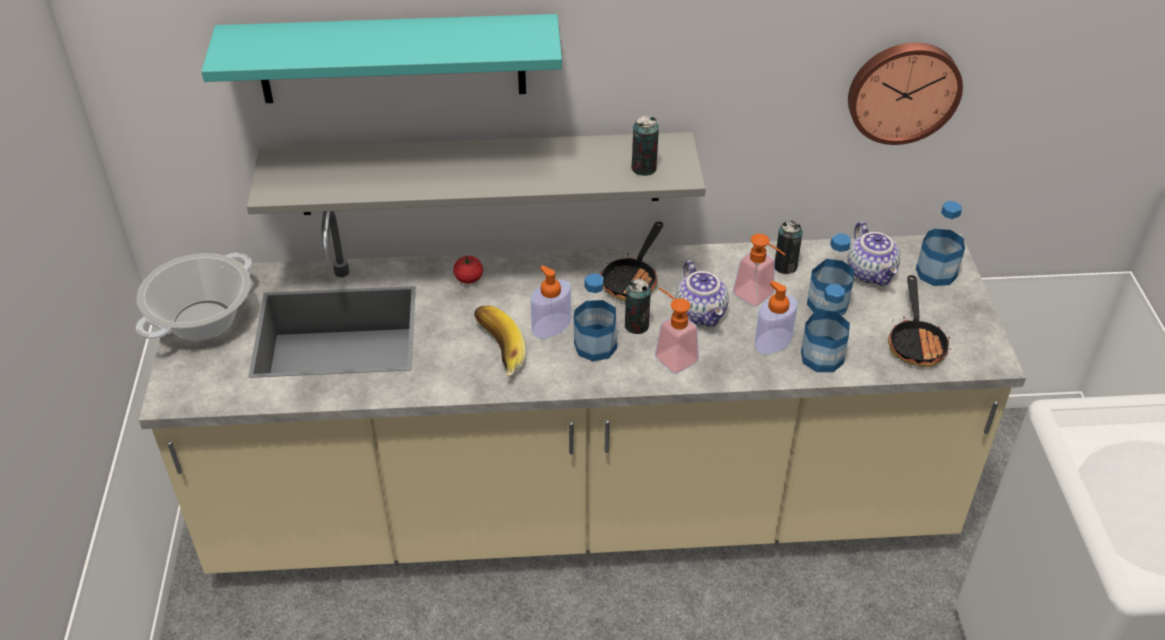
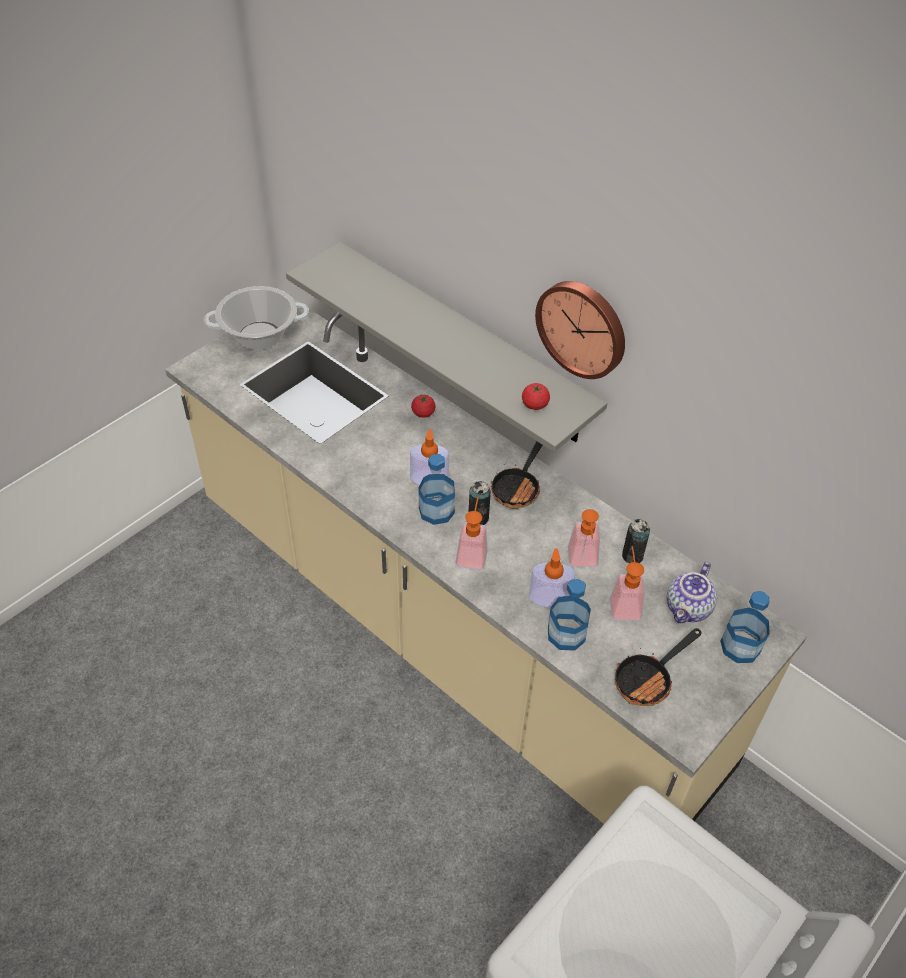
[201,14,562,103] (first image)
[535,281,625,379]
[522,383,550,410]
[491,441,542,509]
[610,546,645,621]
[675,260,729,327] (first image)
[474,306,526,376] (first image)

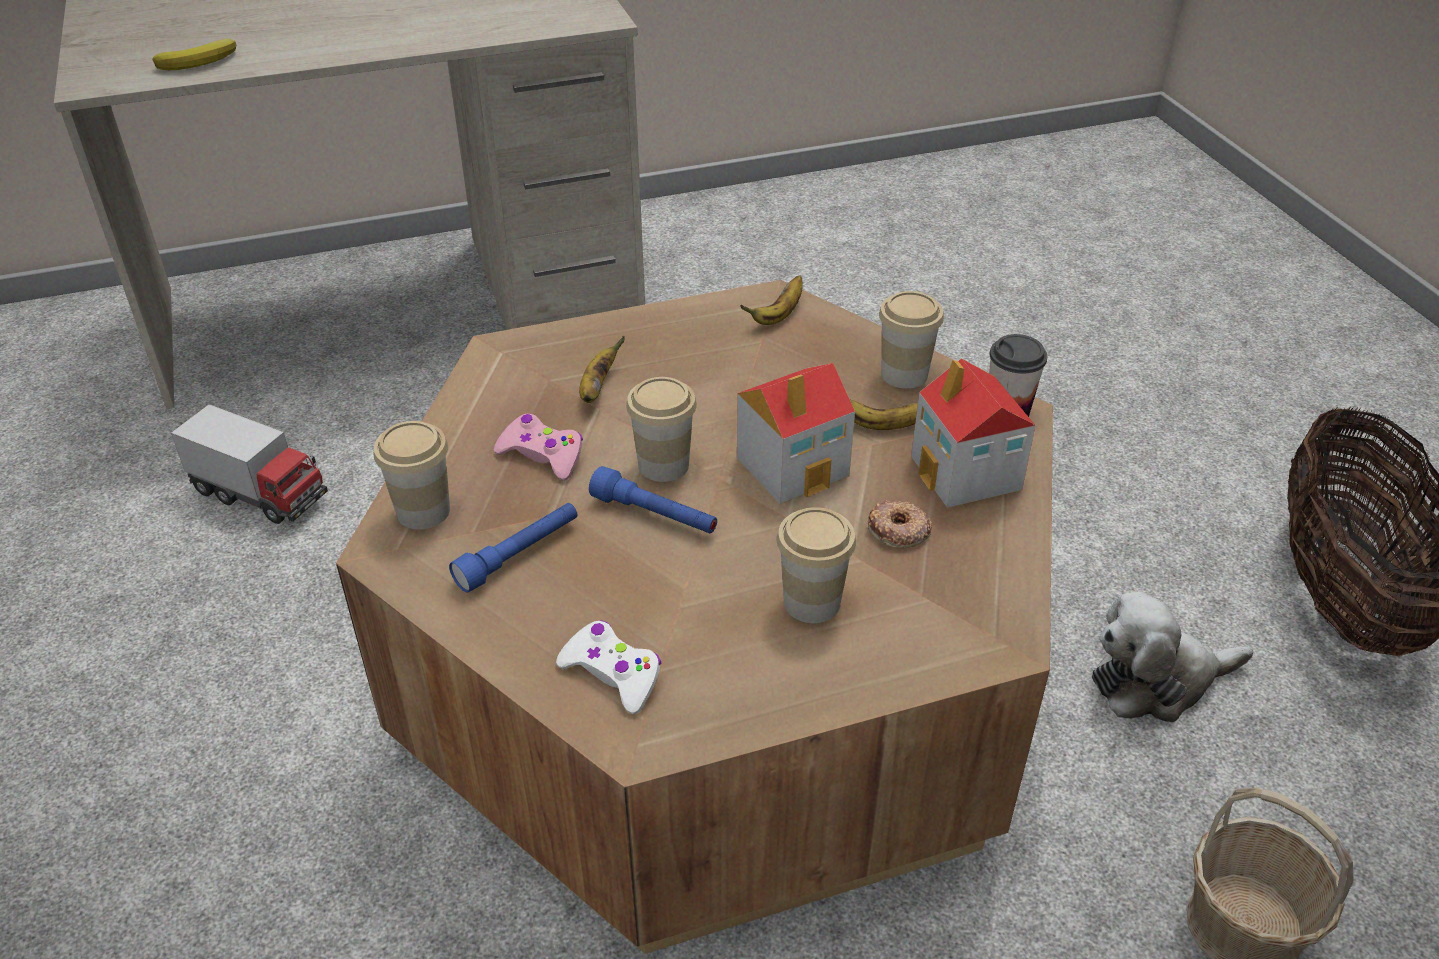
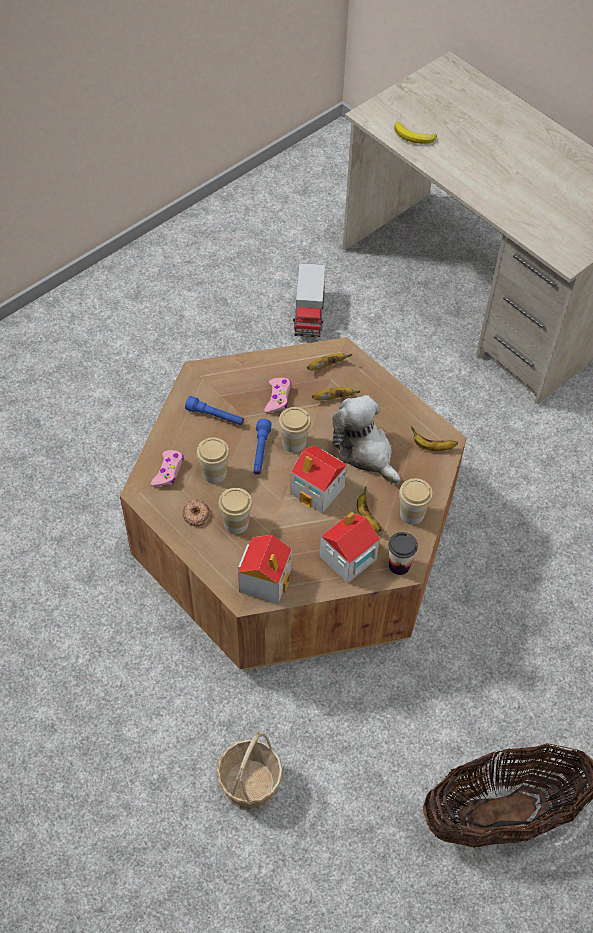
[196,437,230,483]
[182,499,209,527]
[332,395,400,484]
[151,450,184,487]
[307,353,352,370]
[238,535,292,604]

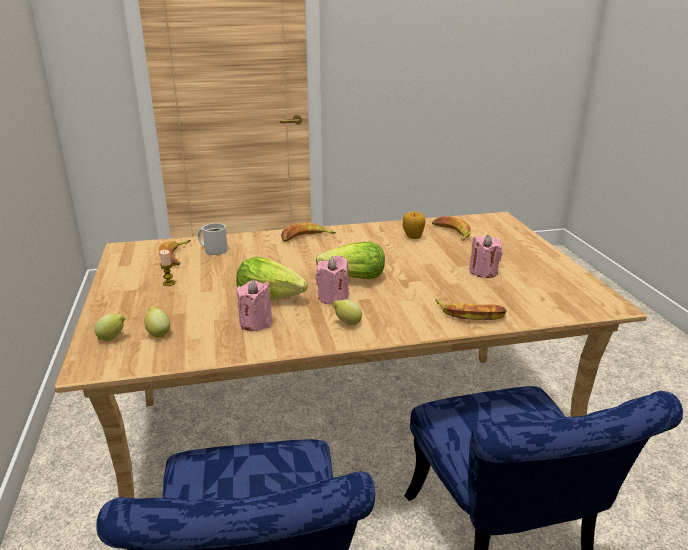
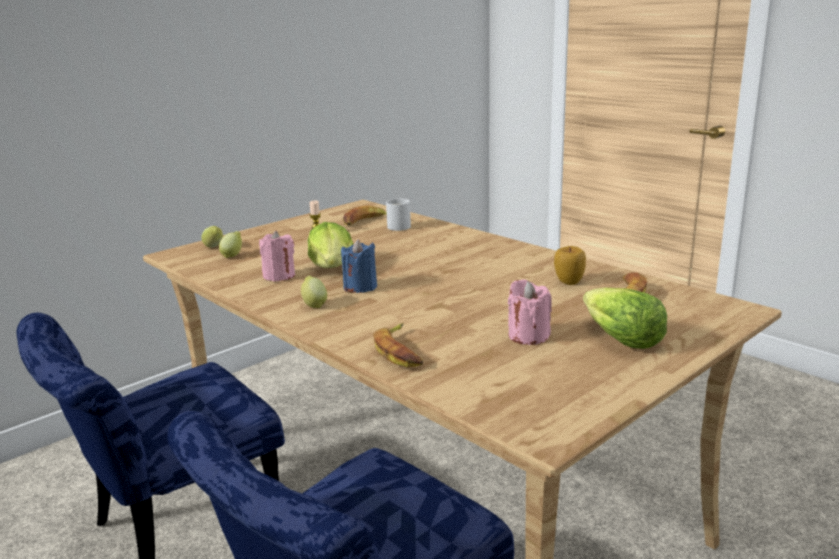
[281,223,336,242] (first image)
[583,287,667,349]
[341,239,377,293]

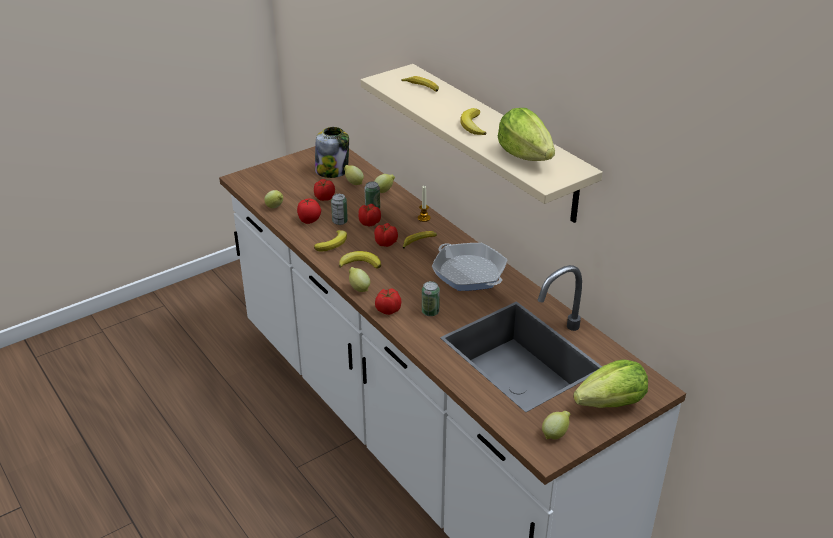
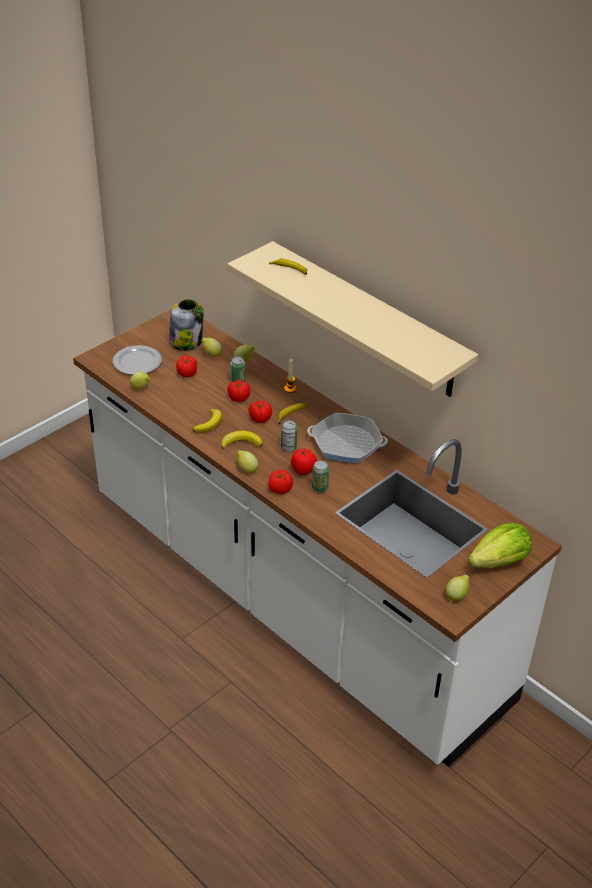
[460,108,486,135] (first image)
[498,108,555,161] (first image)
[281,421,297,452]
[291,449,317,475]
[307,413,388,463]
[113,345,162,375]

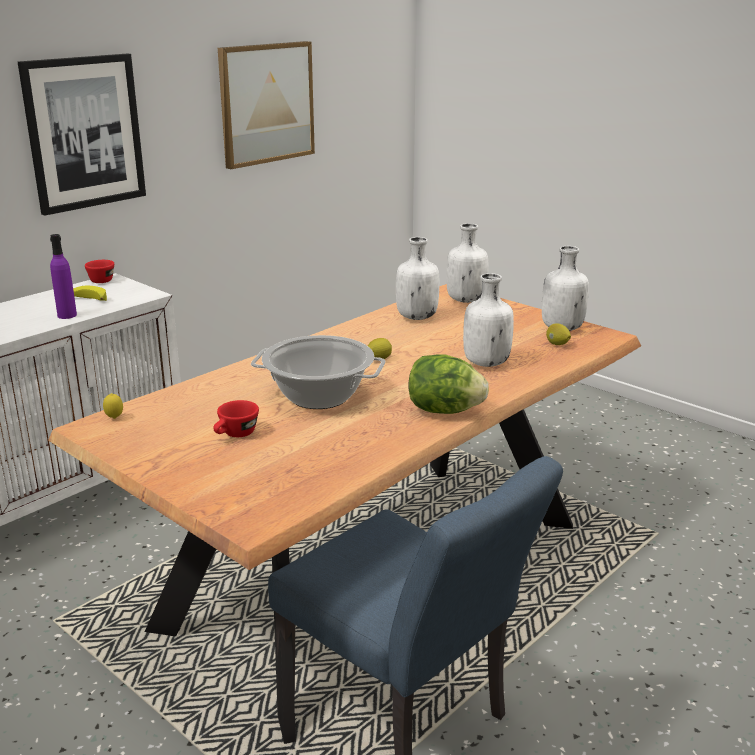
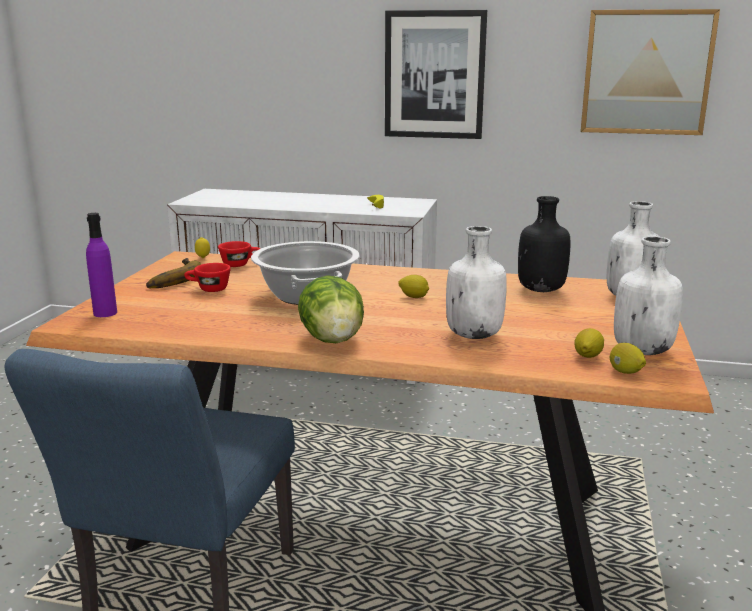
[86,213,117,317]
[518,196,570,292]
[218,241,260,267]
[146,258,201,288]
[610,343,646,374]

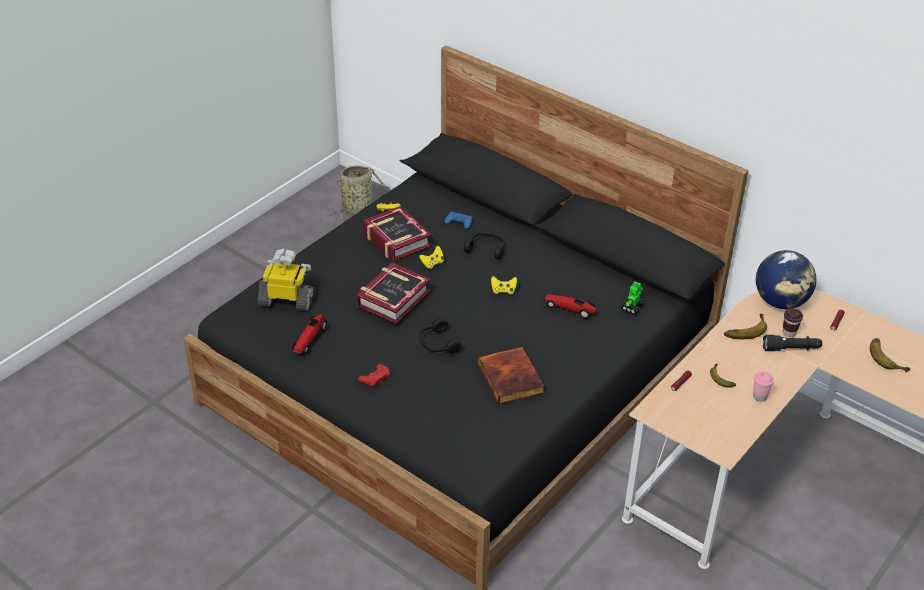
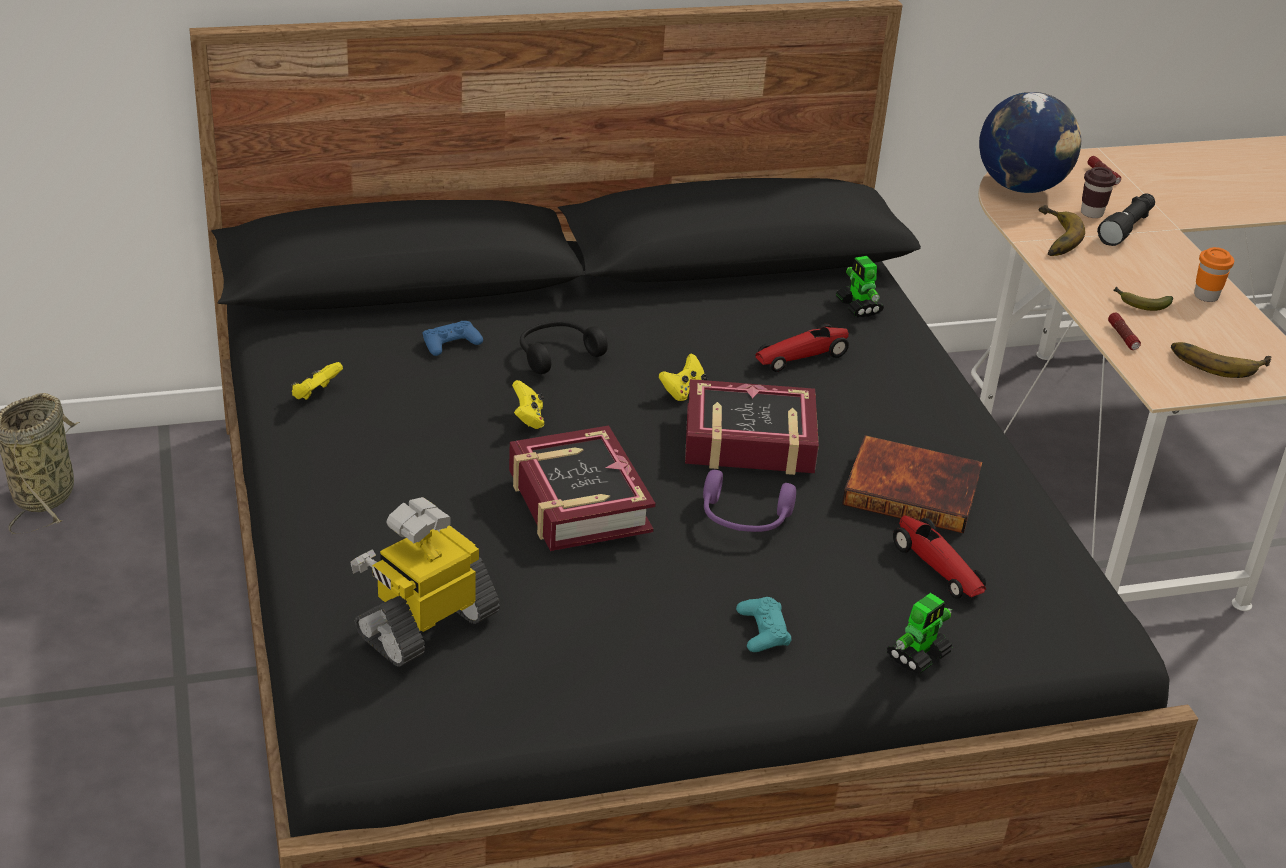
[685,379,819,475]
[893,515,986,599]
[703,470,796,532]
[1171,342,1271,378]
[736,597,791,652]
[1194,247,1234,302]
[887,593,953,674]

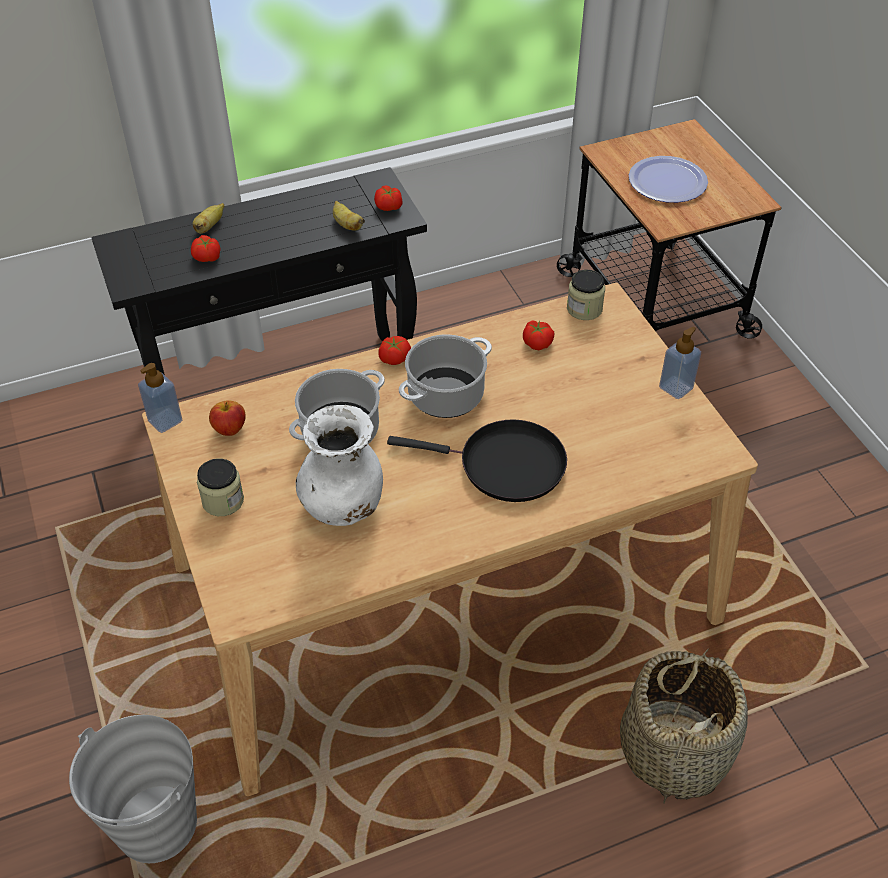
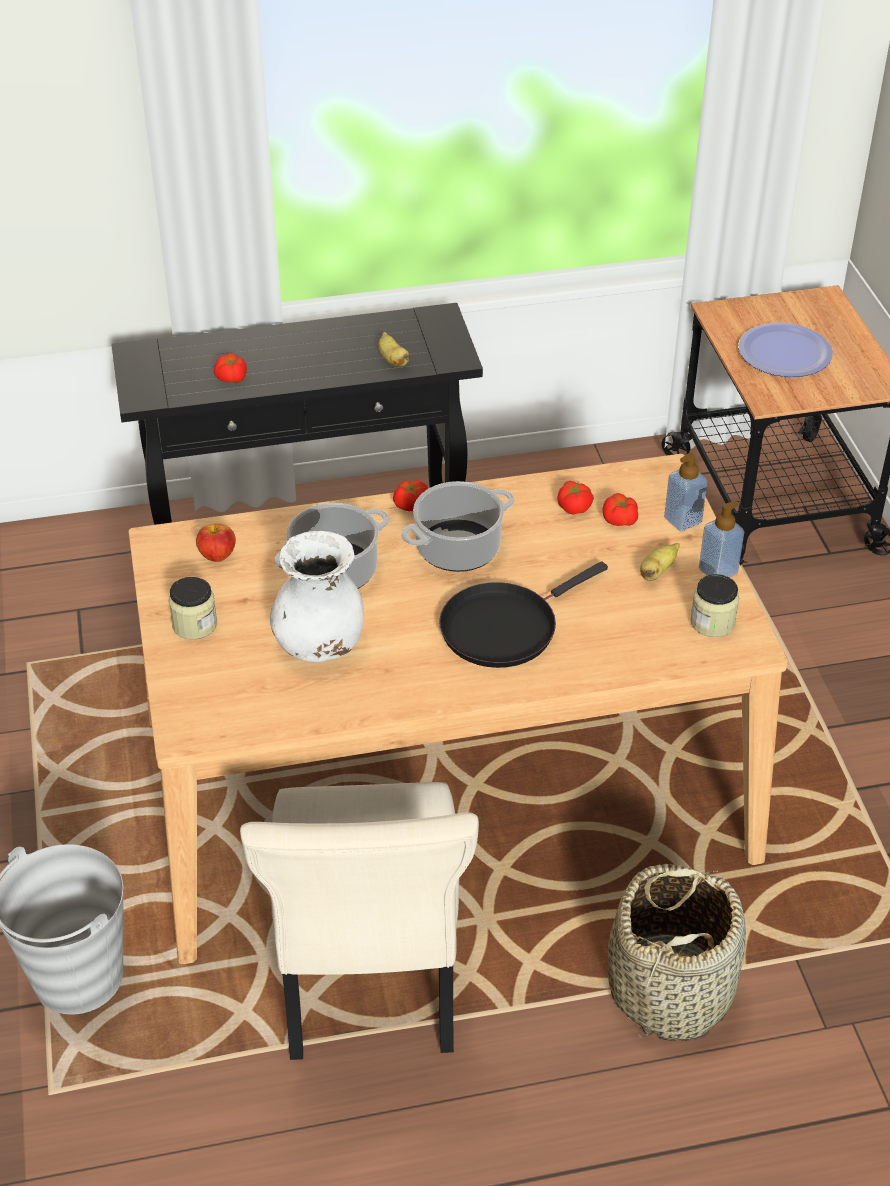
[603,493,638,526]
[640,543,680,581]
[690,574,739,637]
[664,453,708,531]
[439,562,608,668]
[240,782,479,1060]

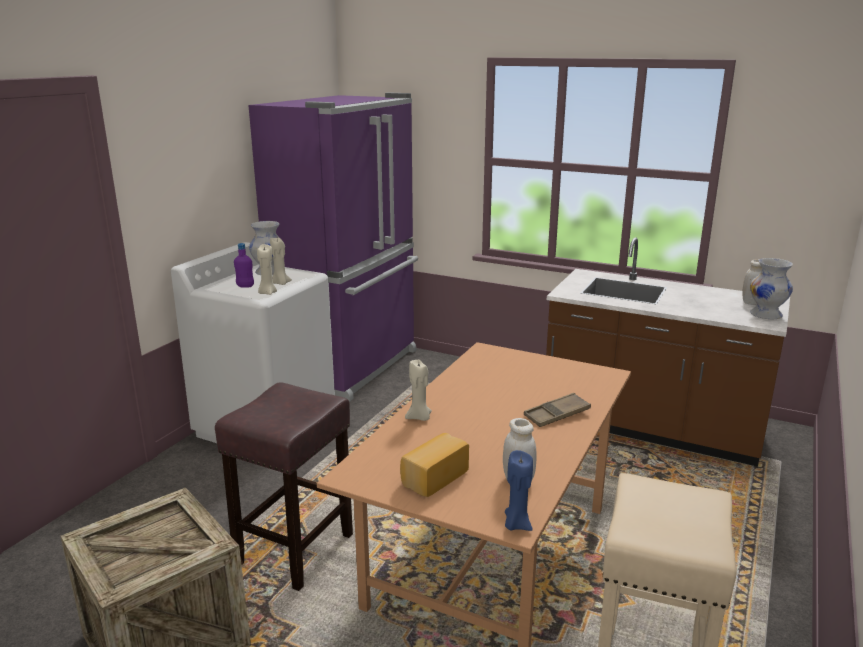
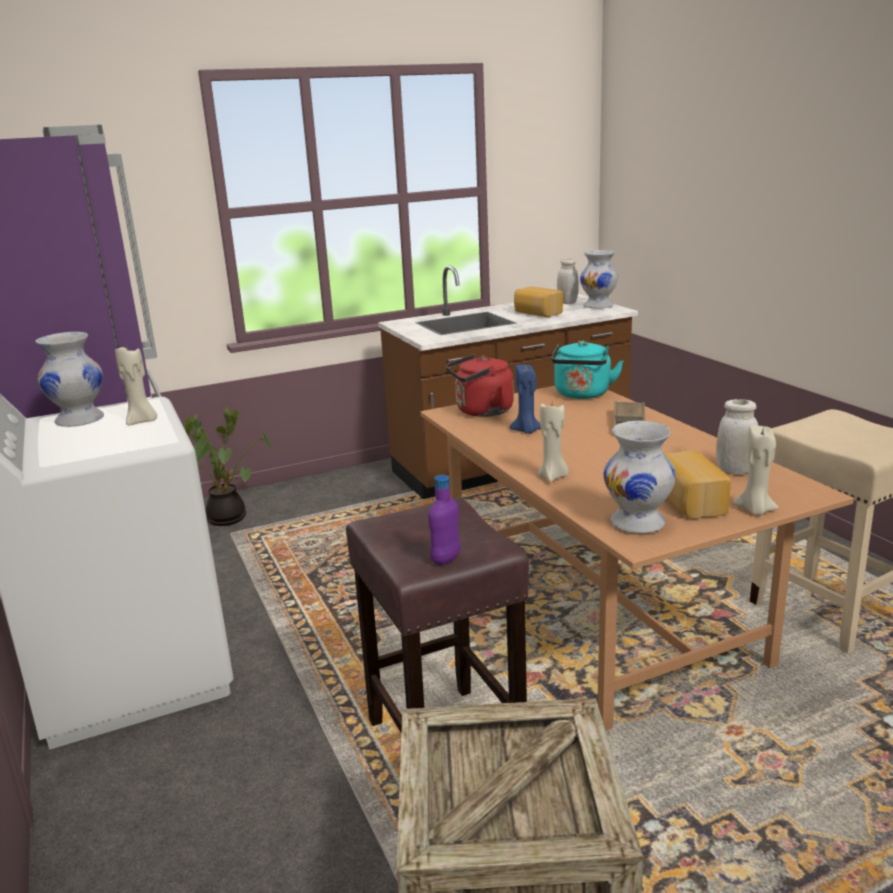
[428,475,461,565]
[733,425,779,515]
[510,365,541,434]
[514,287,563,317]
[551,341,624,399]
[445,354,514,417]
[185,408,273,526]
[604,421,676,534]

